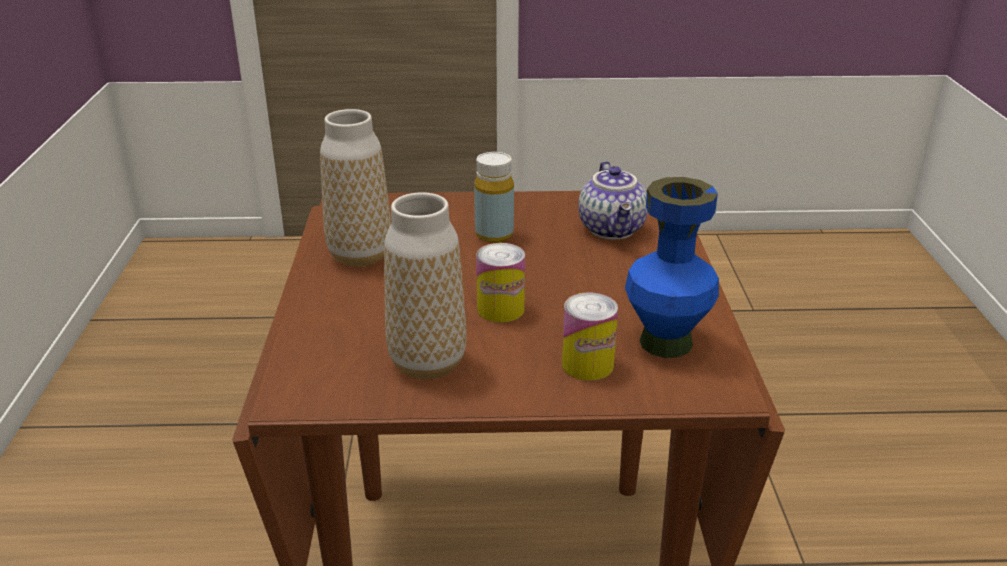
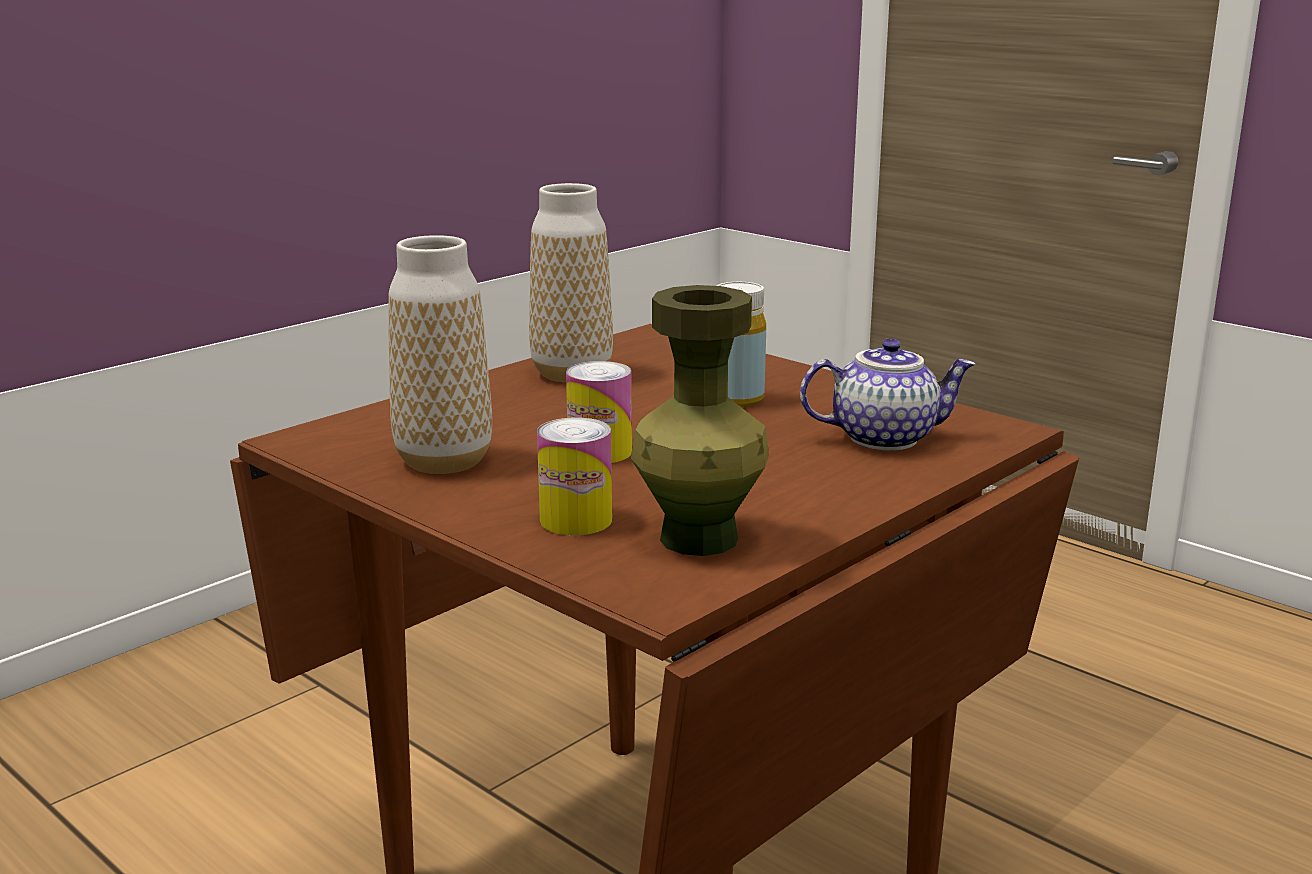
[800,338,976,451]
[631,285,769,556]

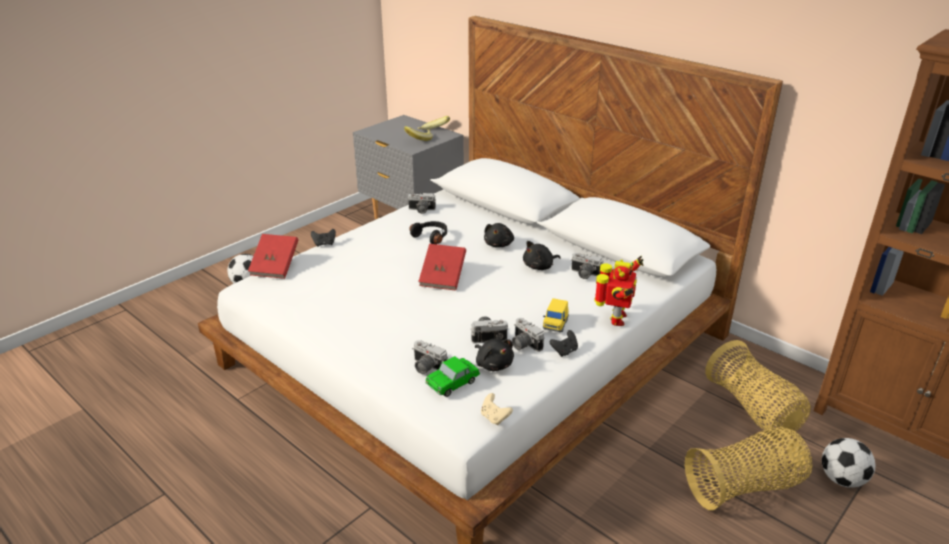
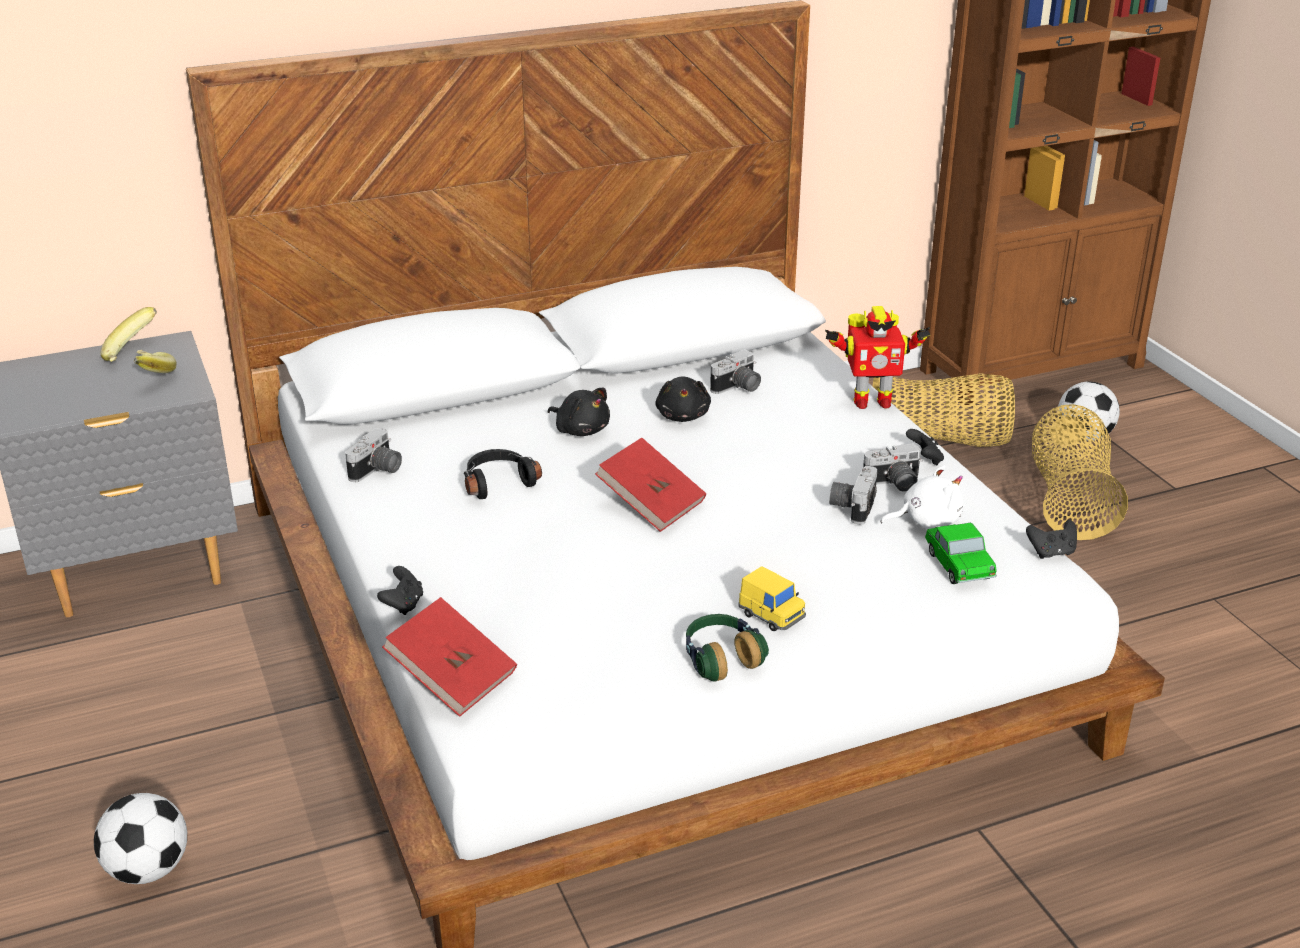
[825,306,930,409]
[738,566,806,631]
[880,465,964,529]
[412,340,448,374] (first image)
[1026,520,1077,559]
[686,614,769,682]

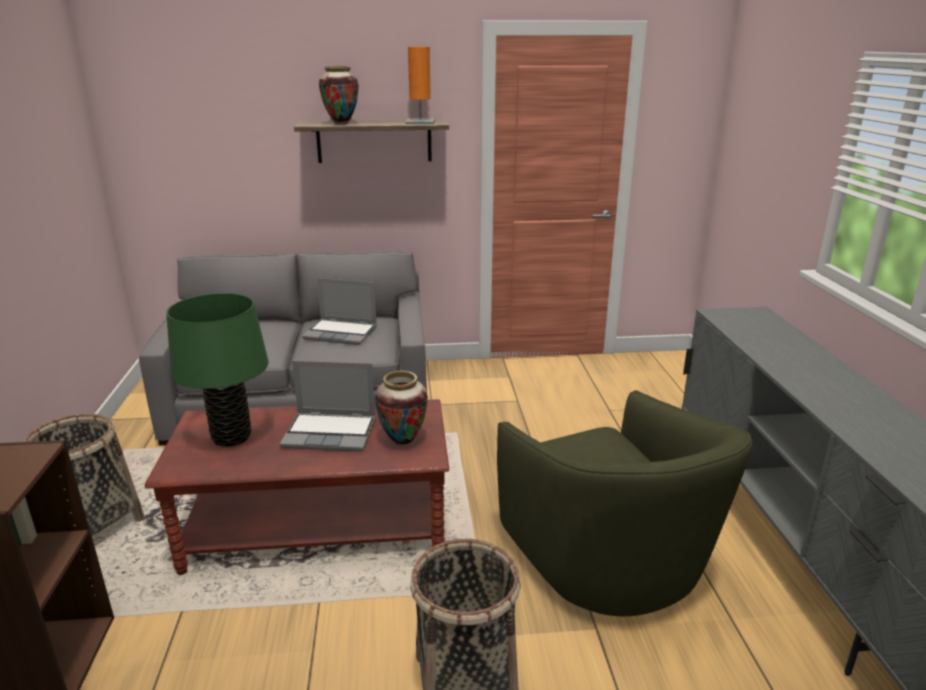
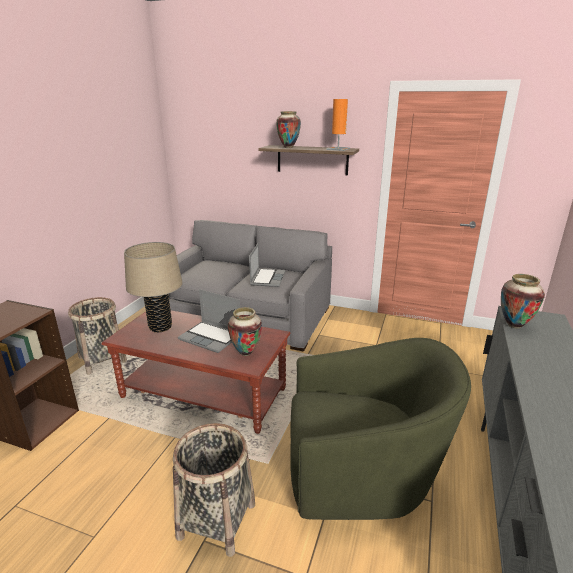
[249,243,285,287]
[124,242,183,332]
[290,338,471,520]
[501,274,545,328]

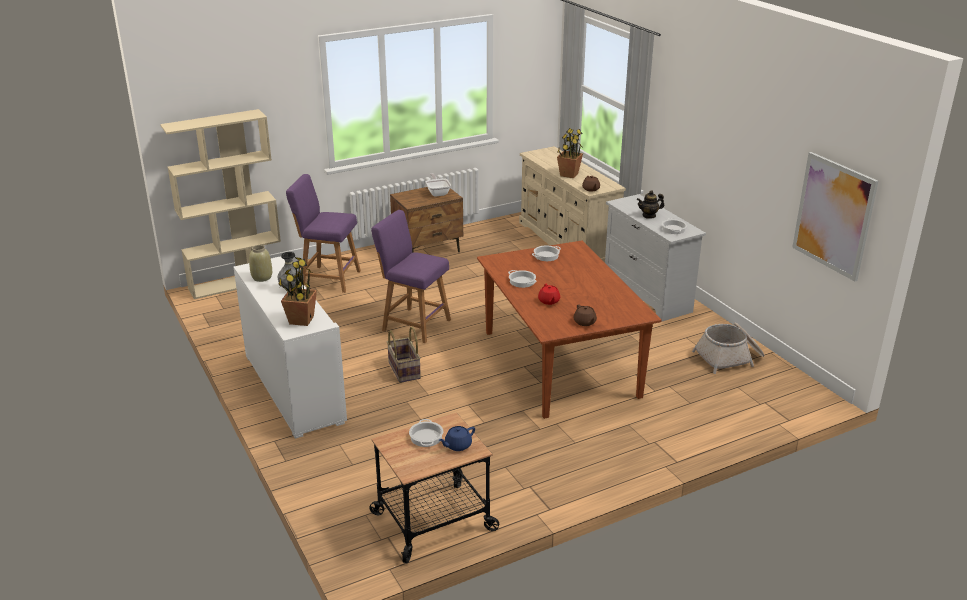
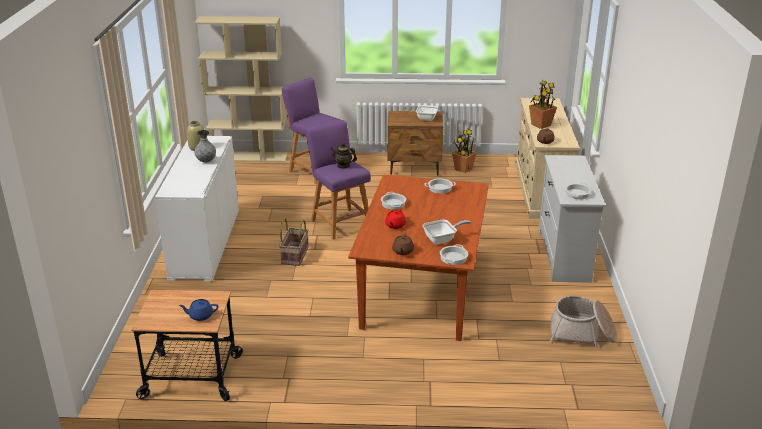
[792,152,878,281] (first image)
[330,143,357,169]
[452,128,477,173]
[440,244,468,265]
[423,220,471,245]

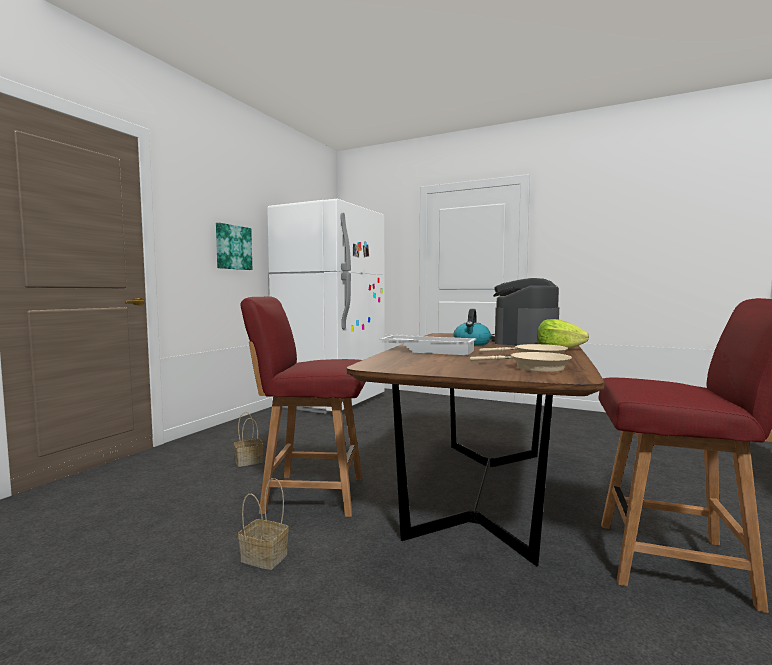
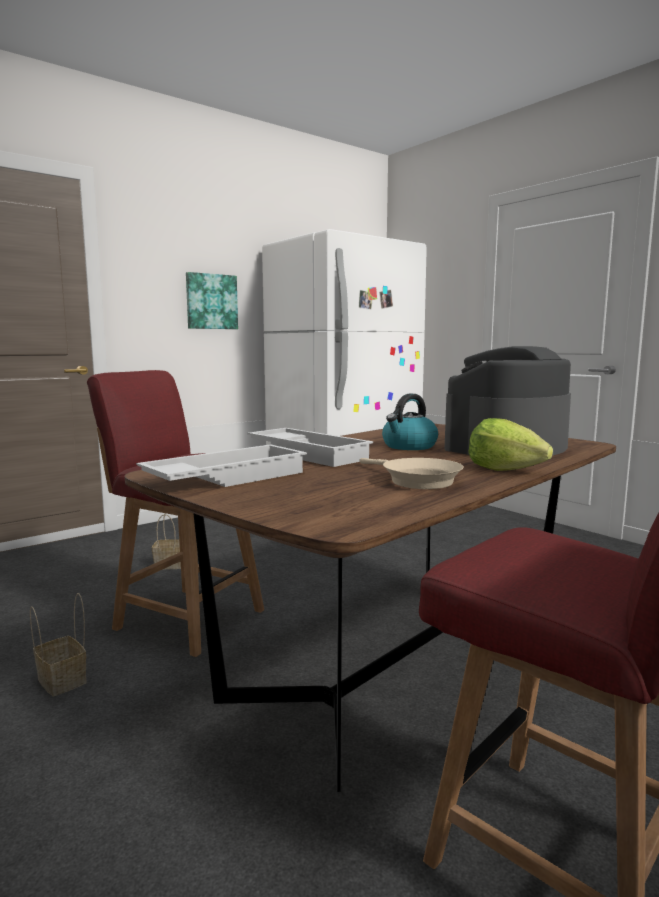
[470,352,572,372] (first image)
[136,444,307,487]

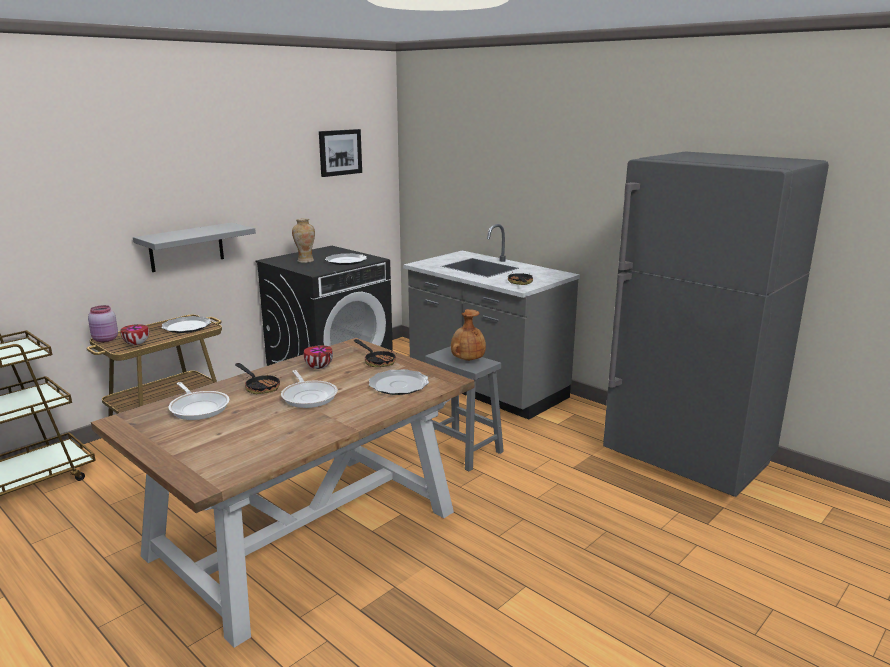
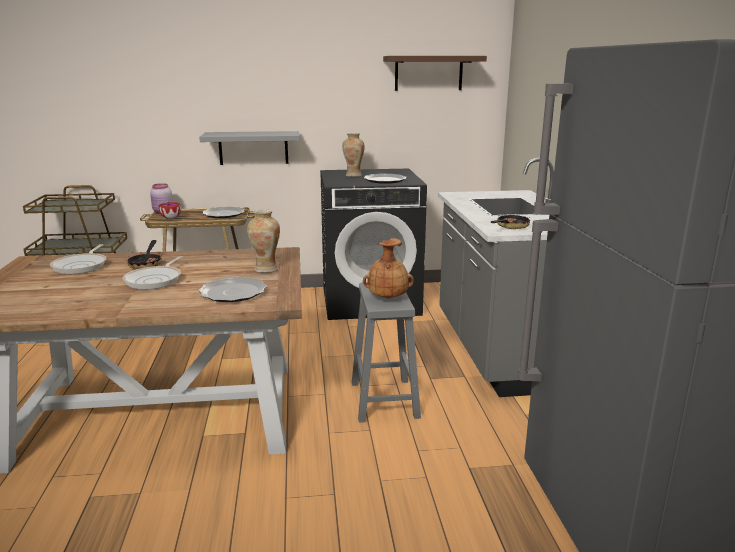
[383,56,487,91]
[247,209,280,273]
[304,346,333,369] (first image)

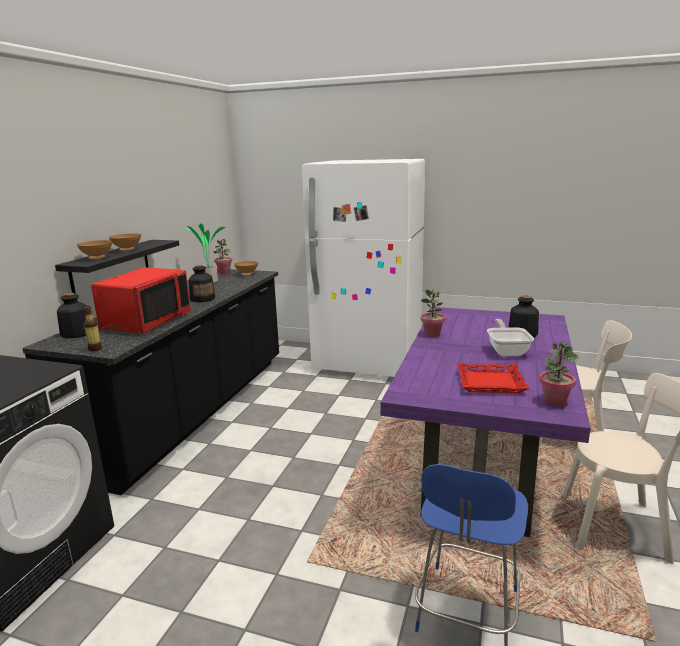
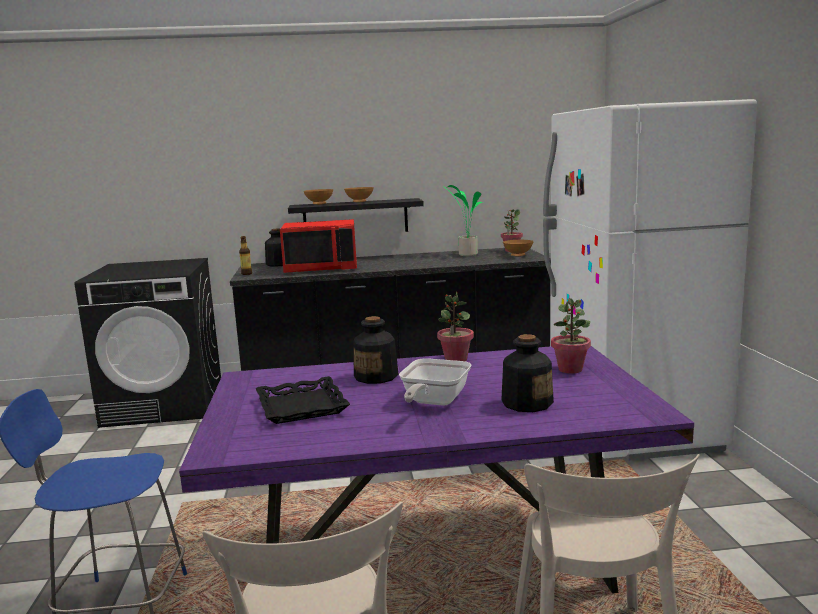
[353,316,399,384]
[399,358,471,406]
[551,298,591,374]
[256,376,350,424]

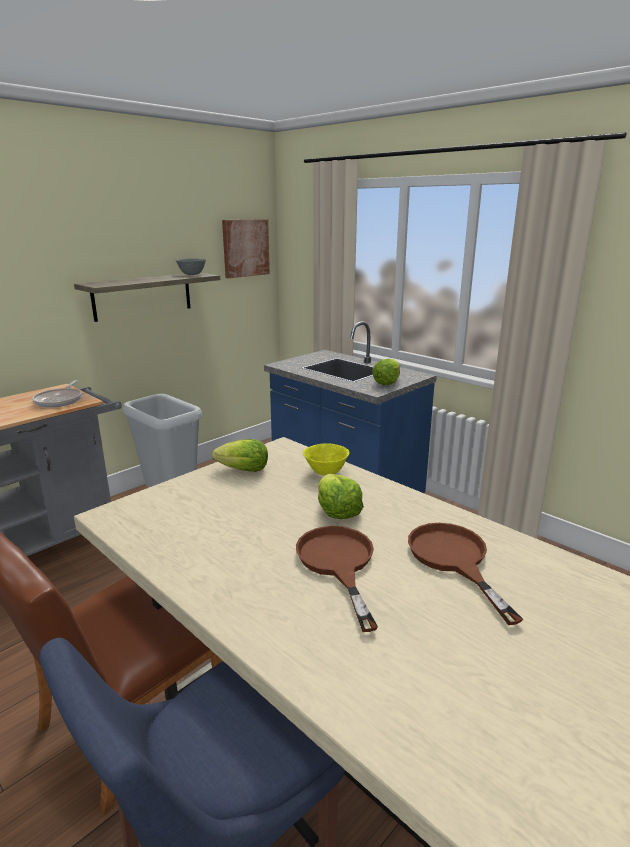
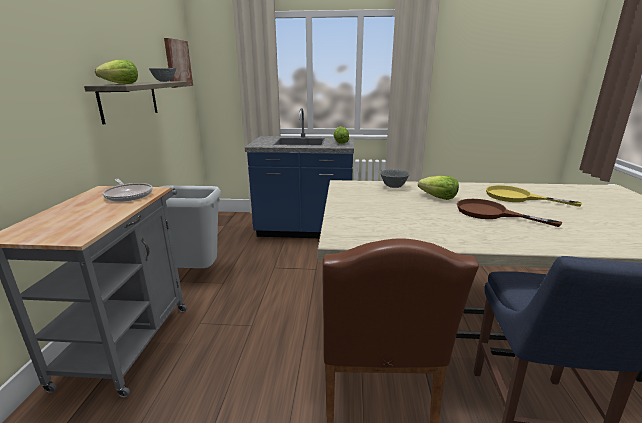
[95,60,138,84]
[380,169,410,188]
[486,185,583,207]

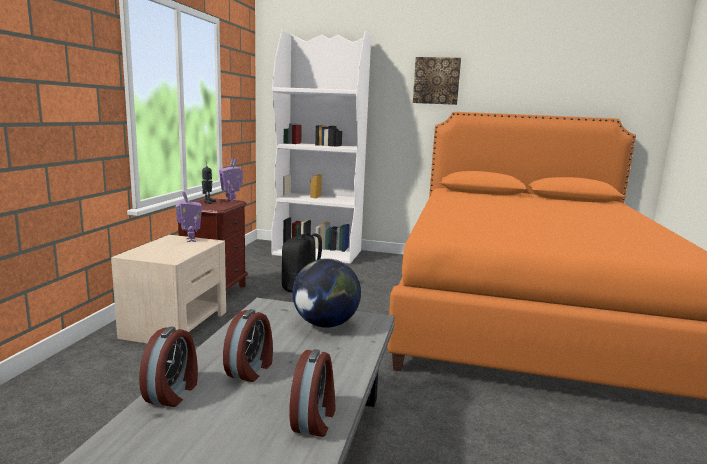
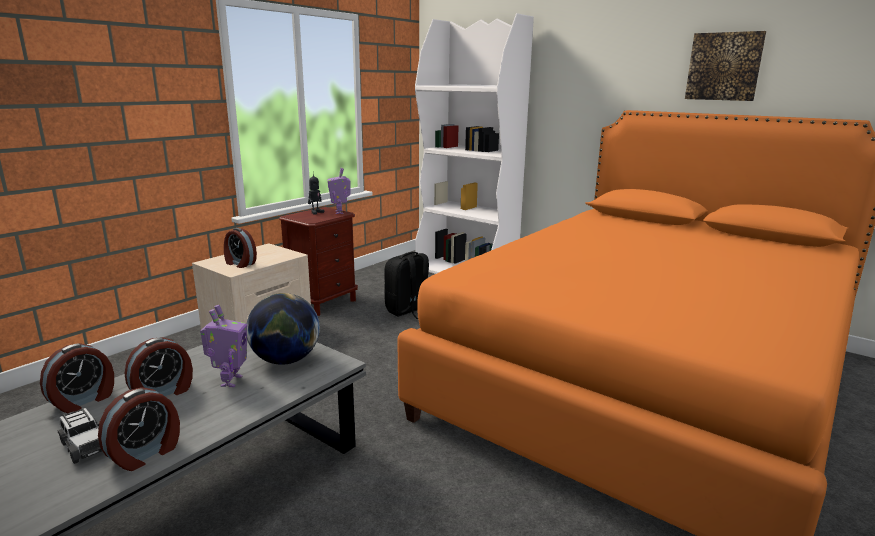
[685,31,766,101]
[200,305,247,387]
[224,228,257,268]
[58,408,102,464]

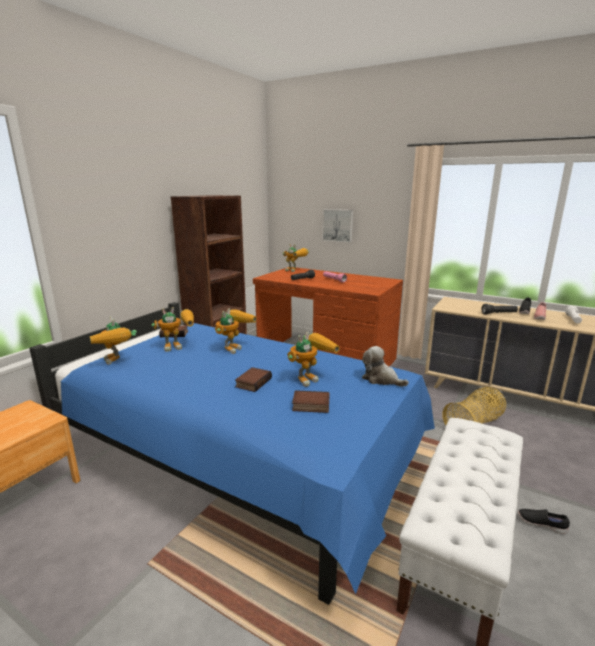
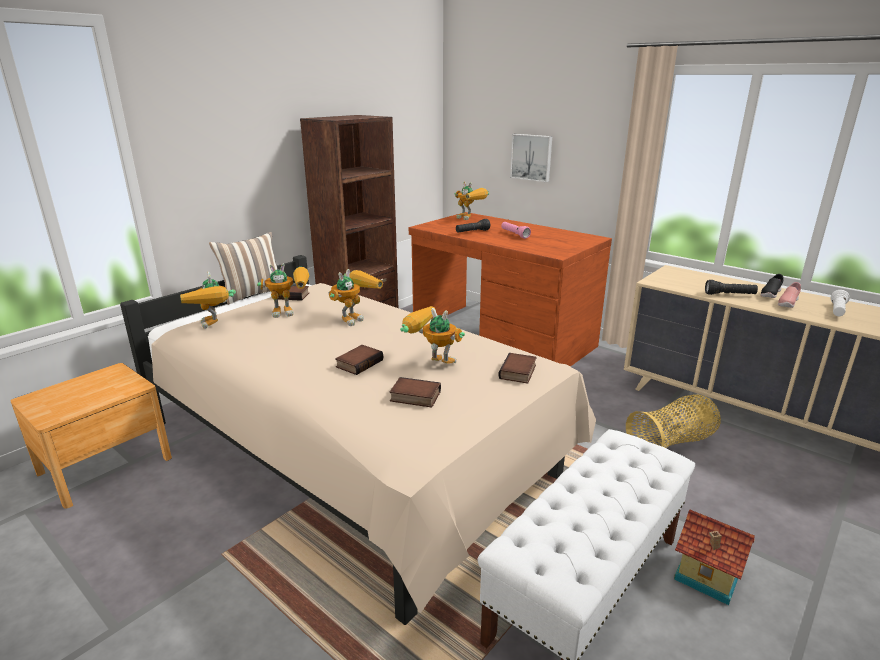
[120,255,596,625]
[400,306,465,364]
[498,353,537,384]
[674,509,755,605]
[209,232,278,305]

